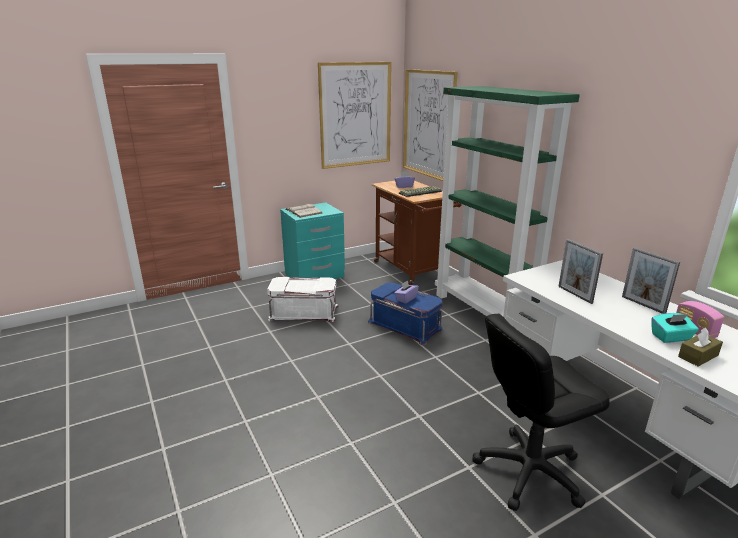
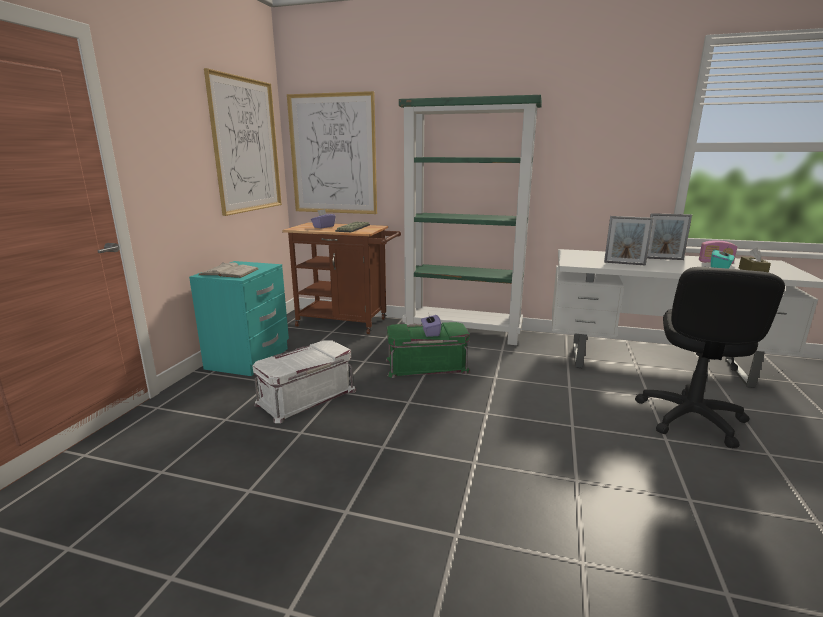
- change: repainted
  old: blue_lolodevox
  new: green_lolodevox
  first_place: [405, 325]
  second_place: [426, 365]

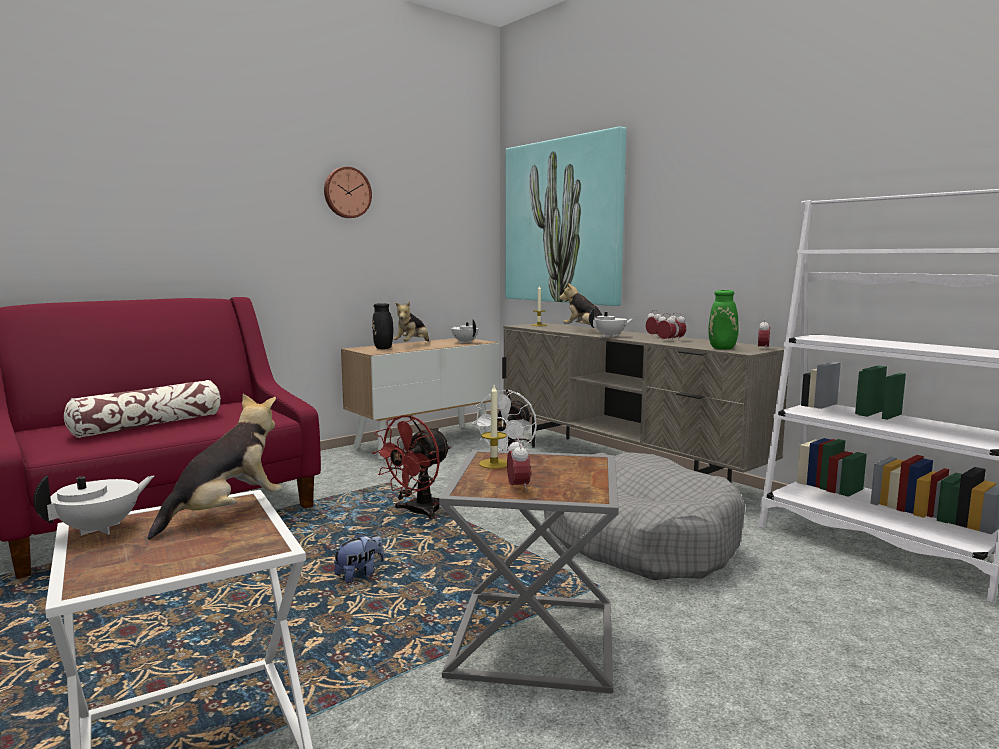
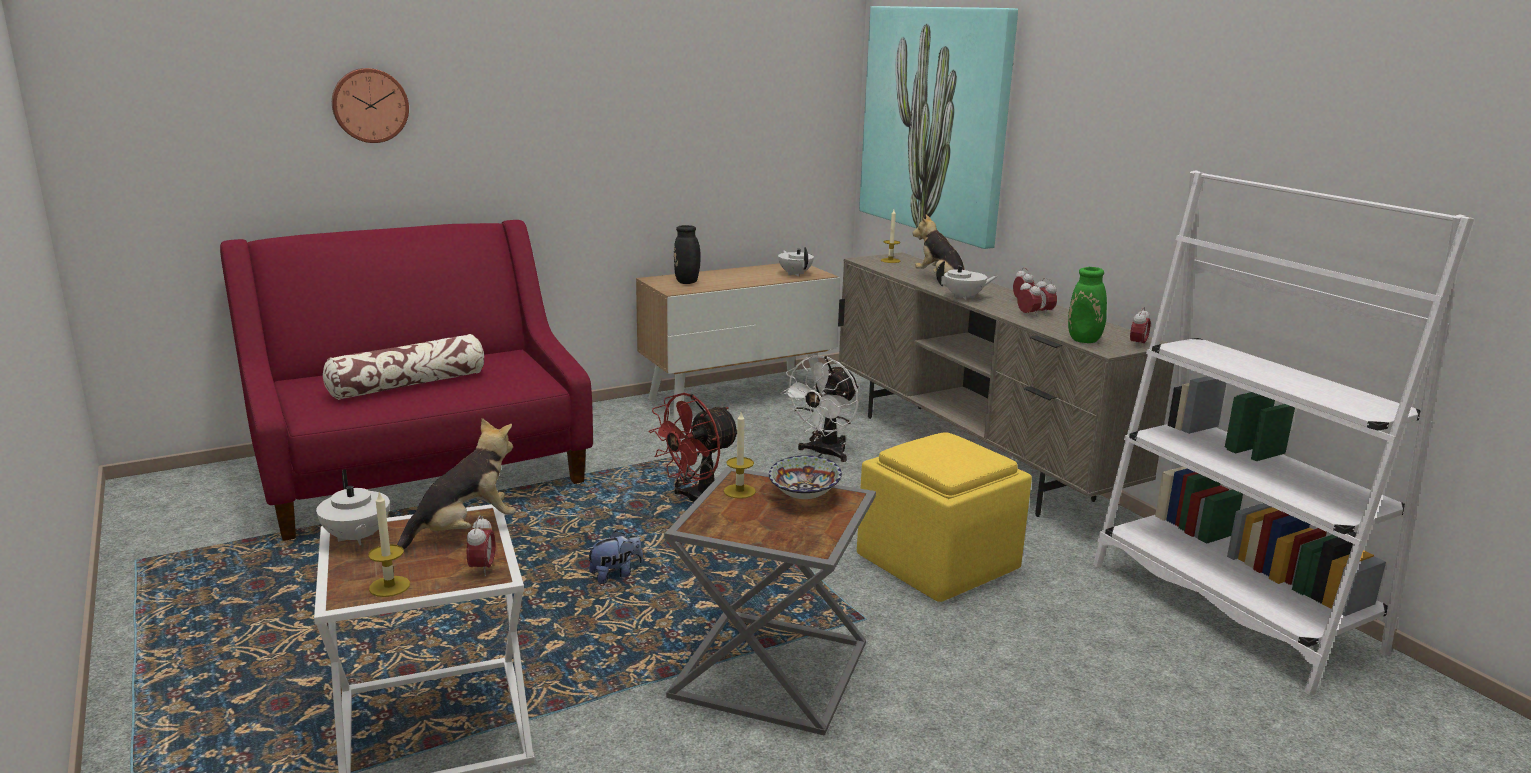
- change: rotated
  old: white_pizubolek
  first_place: [101, 529]
  second_place: [356, 538]
  degrees: 105
- change: shifted
  old: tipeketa
  first_place: [346, 192]
  second_place: [370, 105]
- change: new
  new: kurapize
  second_place: [389, 586]
- change: shifted
  old: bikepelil
  first_place: [518, 488]
  second_place: [482, 569]
- change: new
  new: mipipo
  second_place: [805, 495]
- change: swapped
  old: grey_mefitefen
  new: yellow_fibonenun
  first_place: [639, 538]
  second_place: [939, 565]
- change: gone
  old: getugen
  first_place: [412, 345]

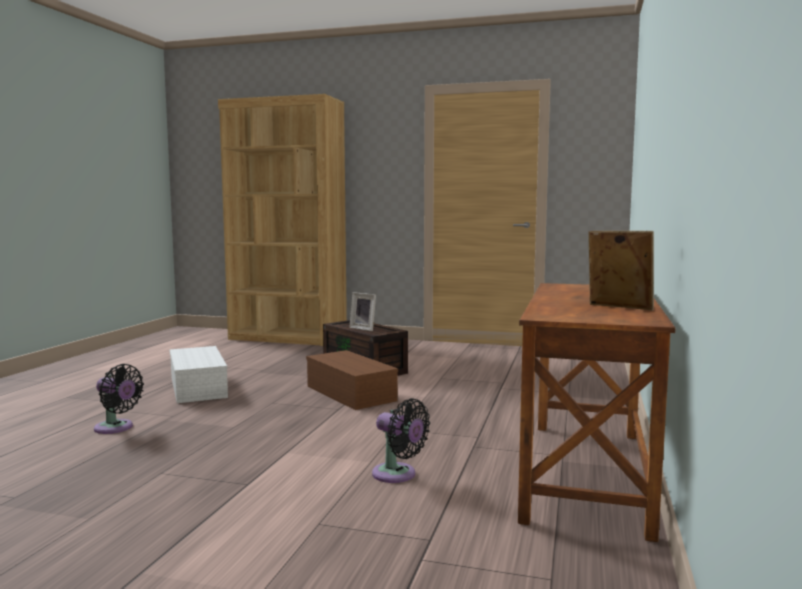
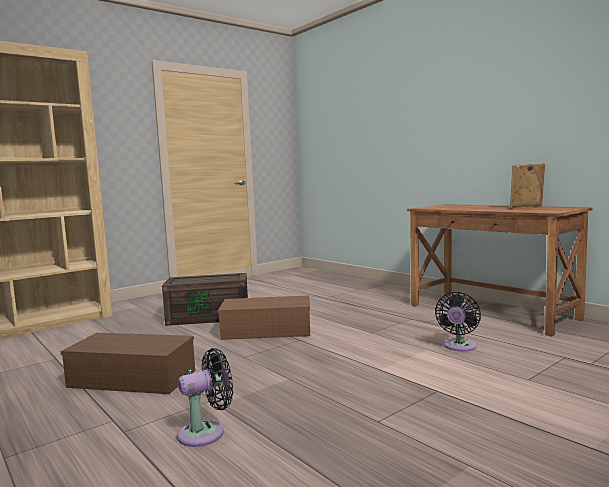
- change: repainted
  old: white_lolodevox
  new: brown_lolodevox
  first_place: [199, 388]
  second_place: [134, 378]
- change: rotated
  old: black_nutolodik
  first_place: [397, 475]
  second_place: [459, 347]
  degrees: 135
- change: gone
  old: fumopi
  first_place: [364, 328]

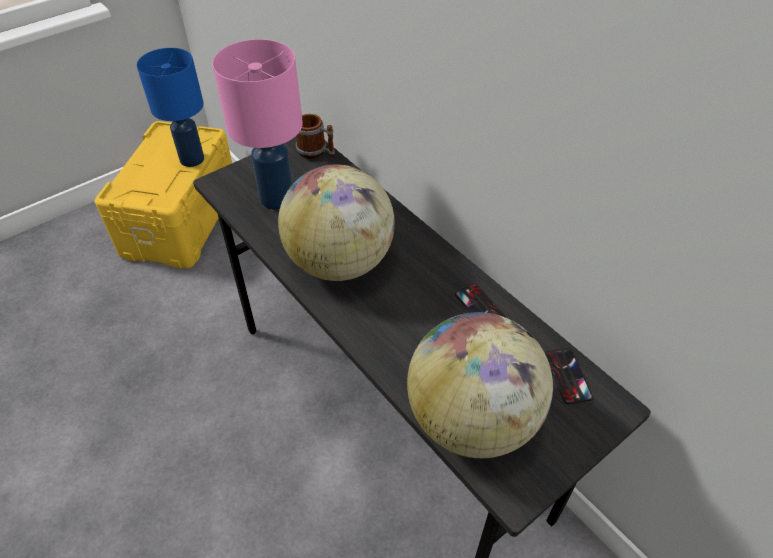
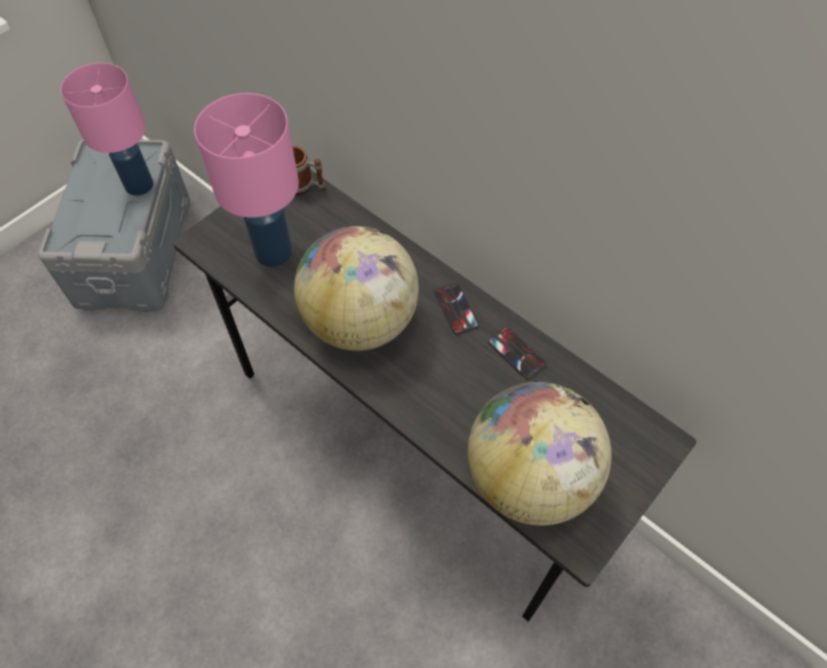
- change: repainted
  old: yellow_lolodevox
  new: grey_lolodevox
  first_place: [180, 220]
  second_place: [133, 251]
- change: repainted
  old: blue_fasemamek
  new: pink_fasemamek
  first_place: [192, 160]
  second_place: [140, 185]
- change: shifted
  old: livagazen
  first_place: [567, 376]
  second_place: [456, 309]

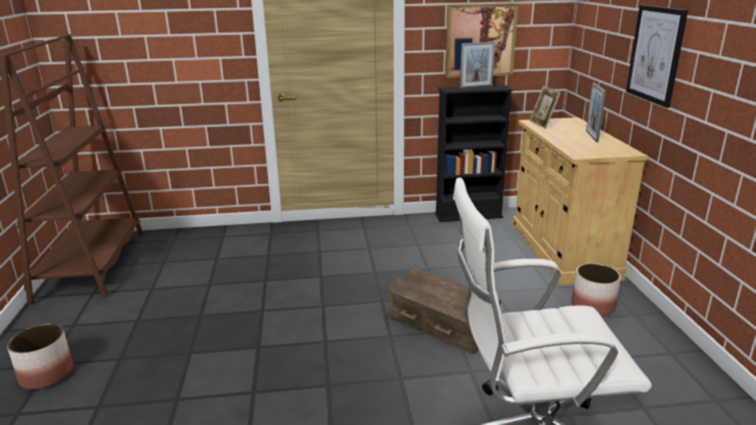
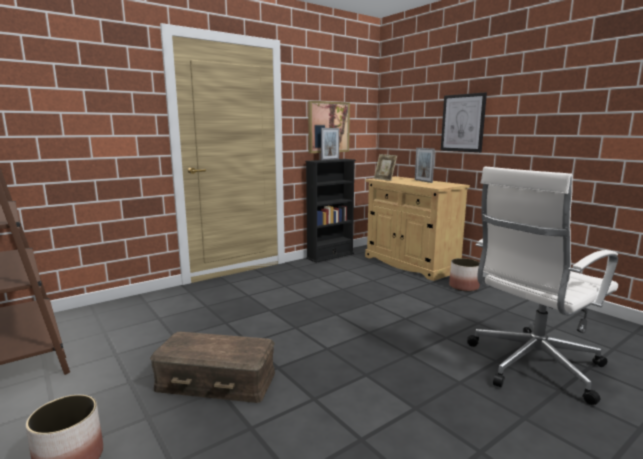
- change: shifted
  old: brown_lolodevox
  first_place: [440, 323]
  second_place: [215, 381]

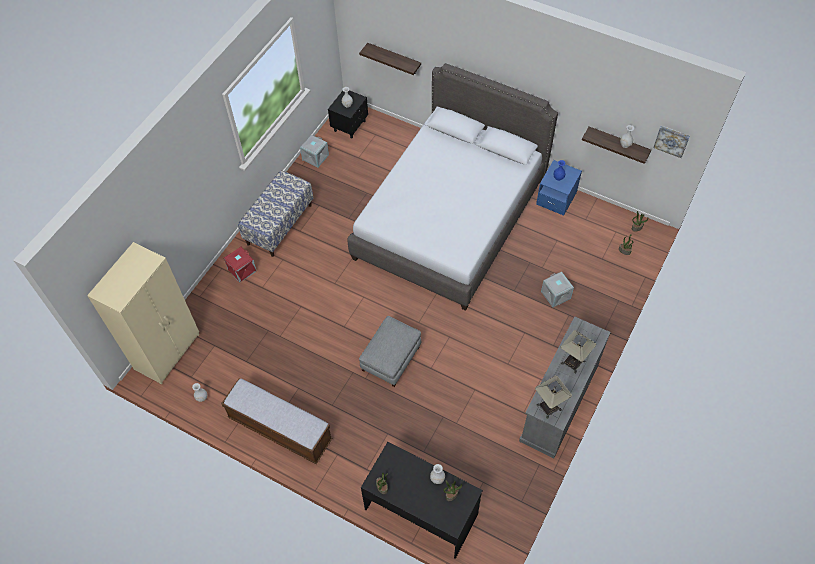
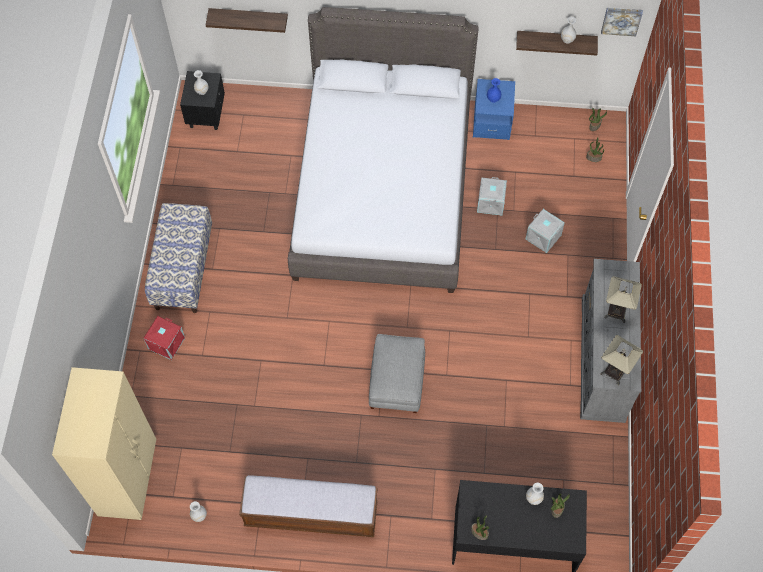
- change: shifted
  old: grey_lolodevox
  first_place: [315, 157]
  second_place: [490, 202]

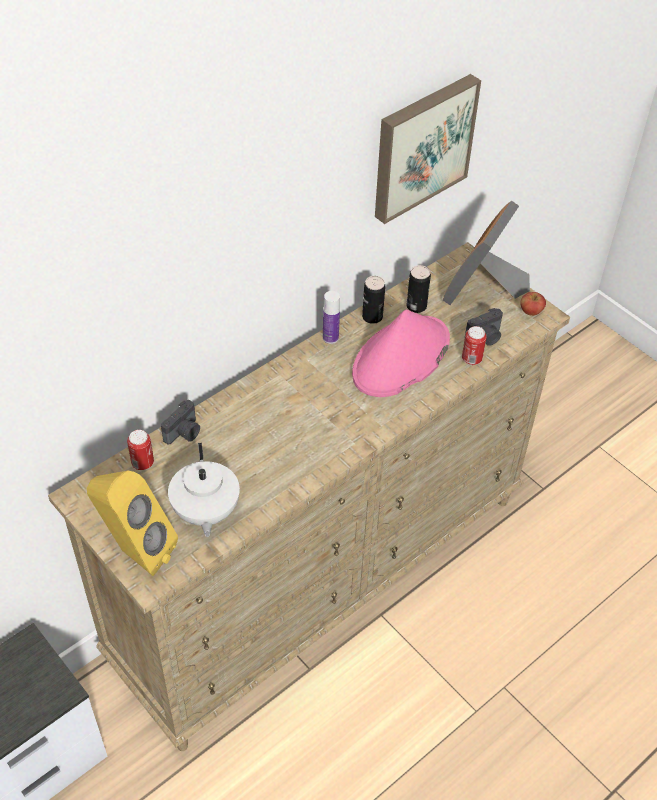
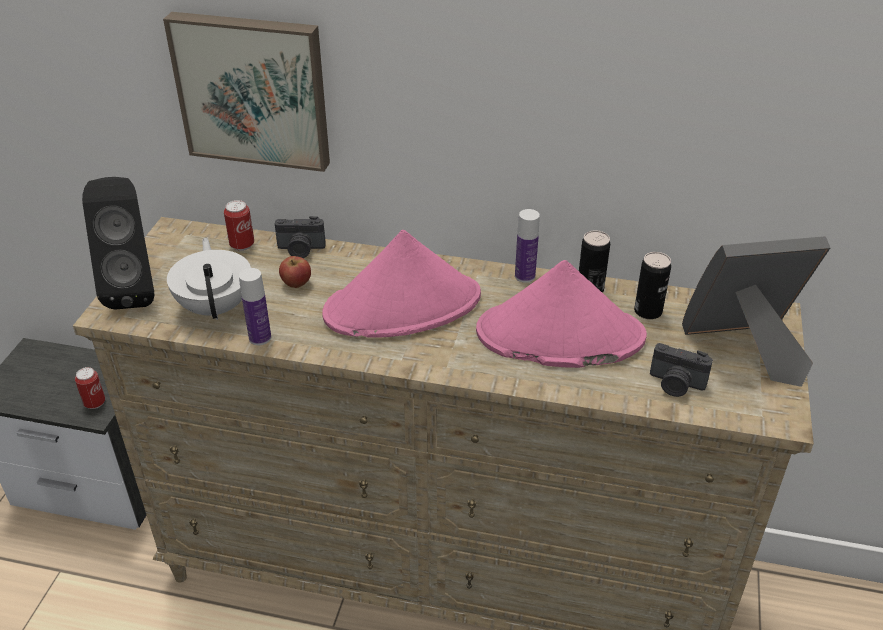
- change: shifted
  old: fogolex
  first_place: [471, 359]
  second_place: [94, 403]
- change: repainted
  old: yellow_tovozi
  new: black_tovozi
  first_place: [136, 551]
  second_place: [135, 290]
- change: shifted
  old: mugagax
  first_place: [421, 146]
  second_place: [253, 89]
- change: rotated
  old: white_pizubolek
  first_place: [205, 512]
  second_place: [216, 306]
  degrees: 120
- change: new
  new: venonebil
  second_place: [260, 338]
- change: shifted
  old: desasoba
  first_place: [531, 311]
  second_place: [296, 283]
- change: new
  new: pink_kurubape
  second_place: [403, 306]

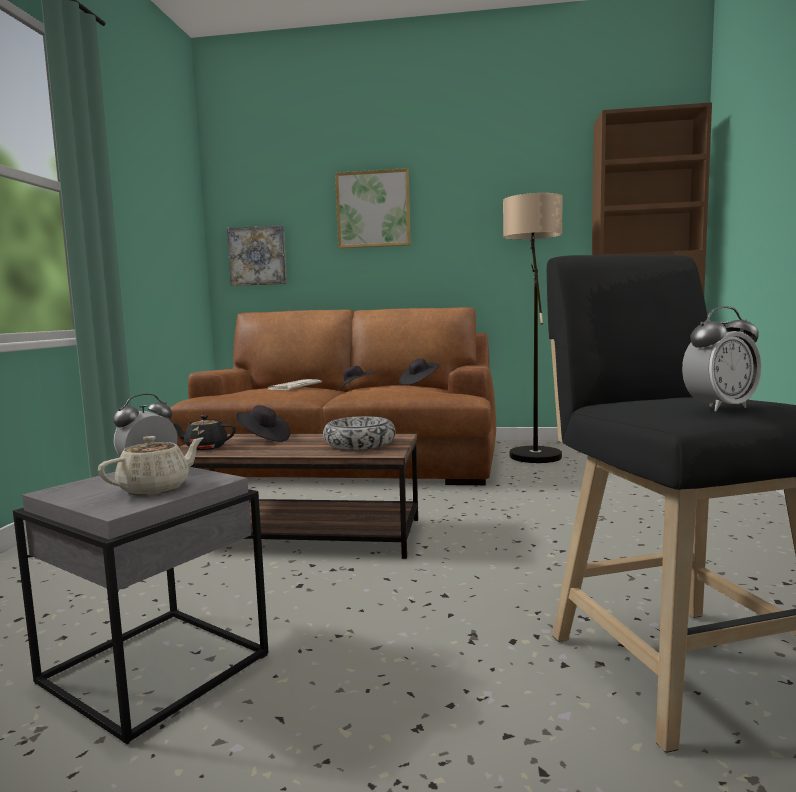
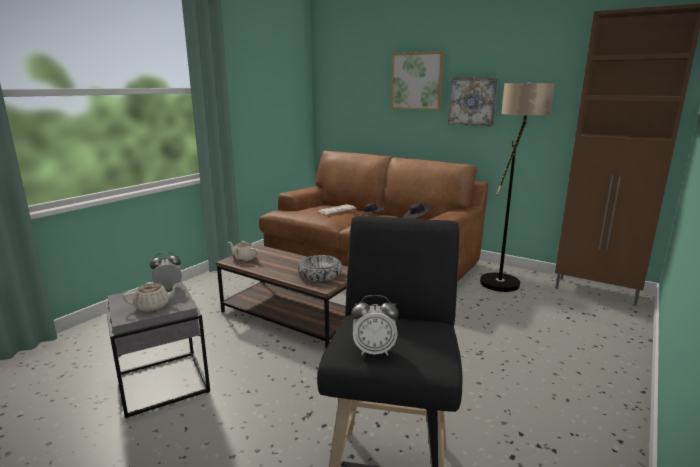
- change: repainted
  old: black_pizubolek
  new: beige_pizubolek
  first_place: [205, 447]
  second_place: [244, 258]
- change: shifted
  old: mugagax
  first_place: [257, 256]
  second_place: [472, 101]
- change: gone
  old: black_kurubape
  first_place: [263, 439]

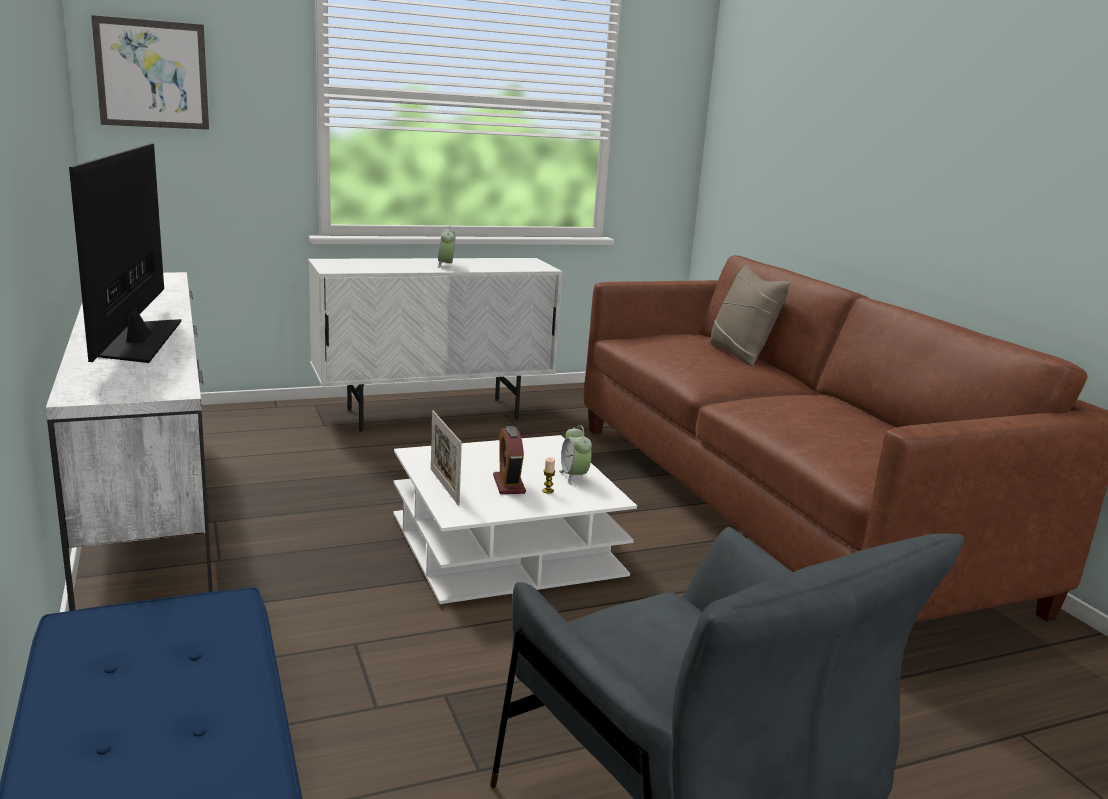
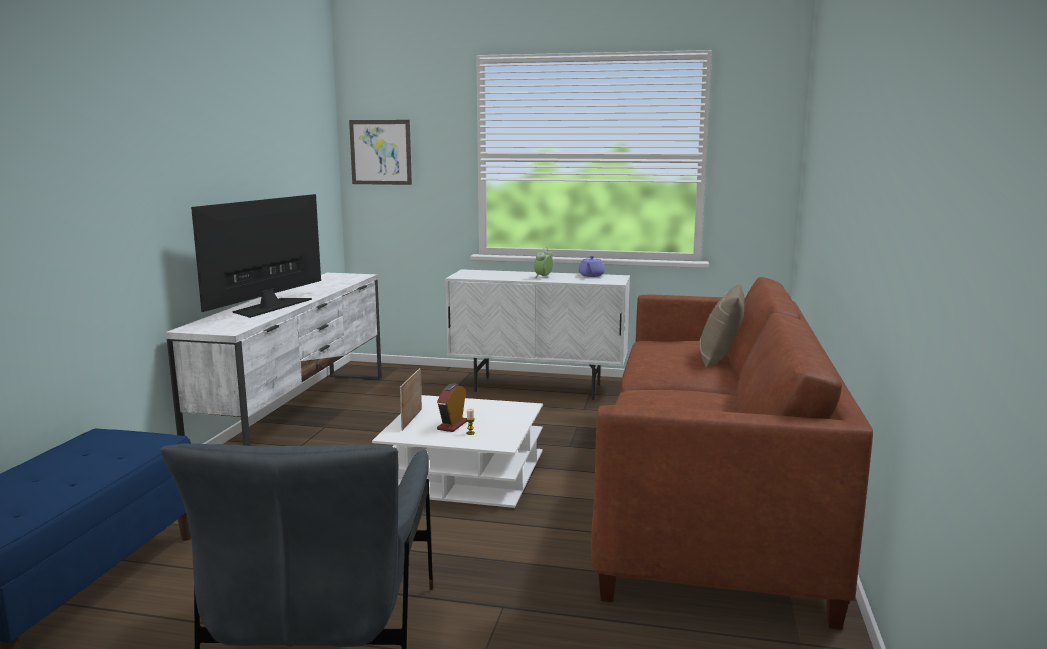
- change: new
  new: purple_pizubolek
  second_place: [591, 276]
- change: gone
  old: bikepelil
  first_place: [574, 477]

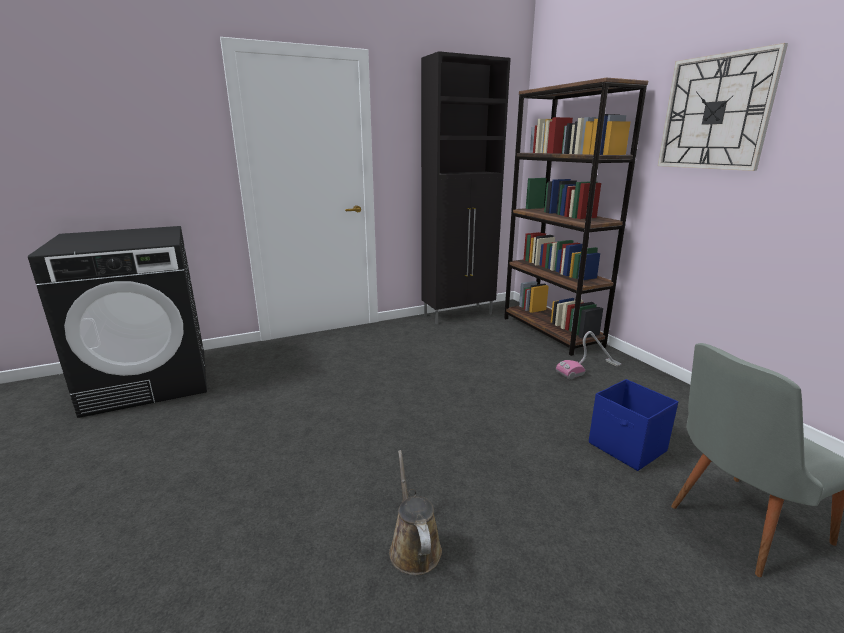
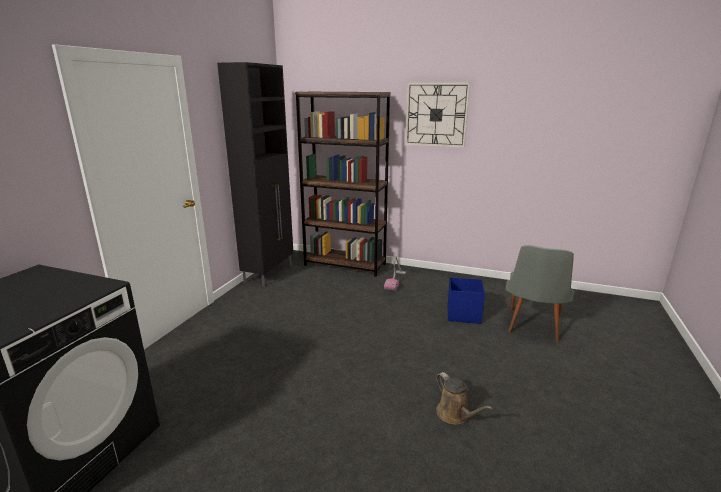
- change: rotated
  old: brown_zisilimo
  first_place: [413, 547]
  second_place: [455, 415]
  degrees: -150

